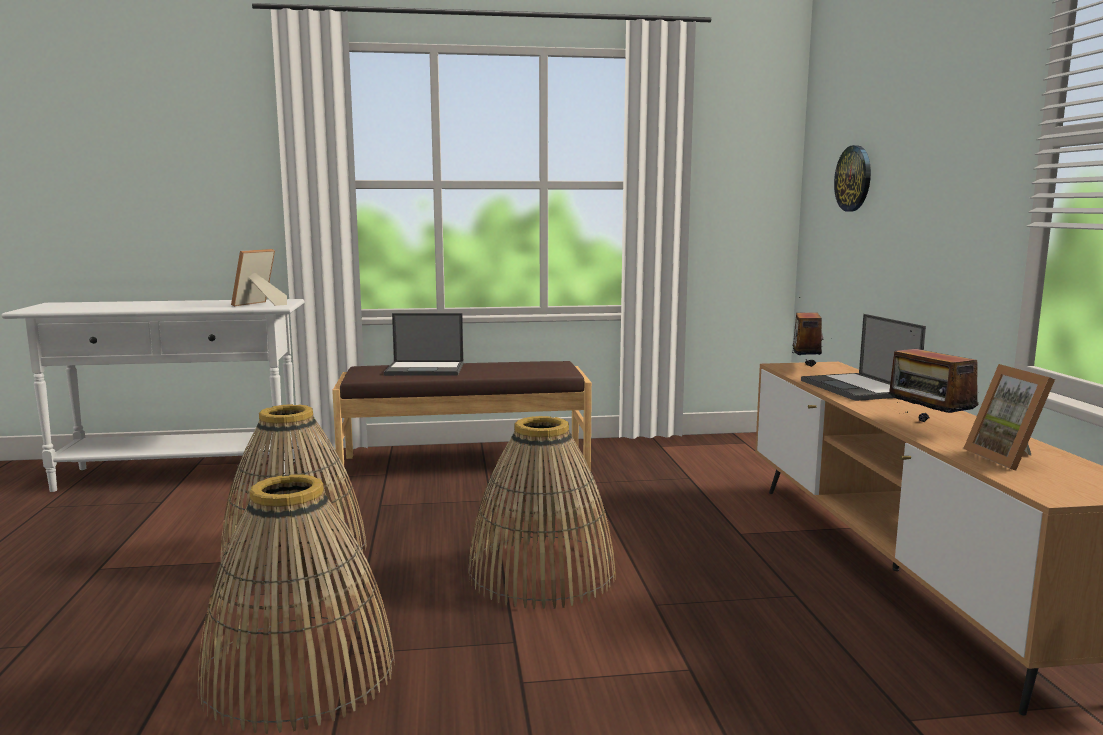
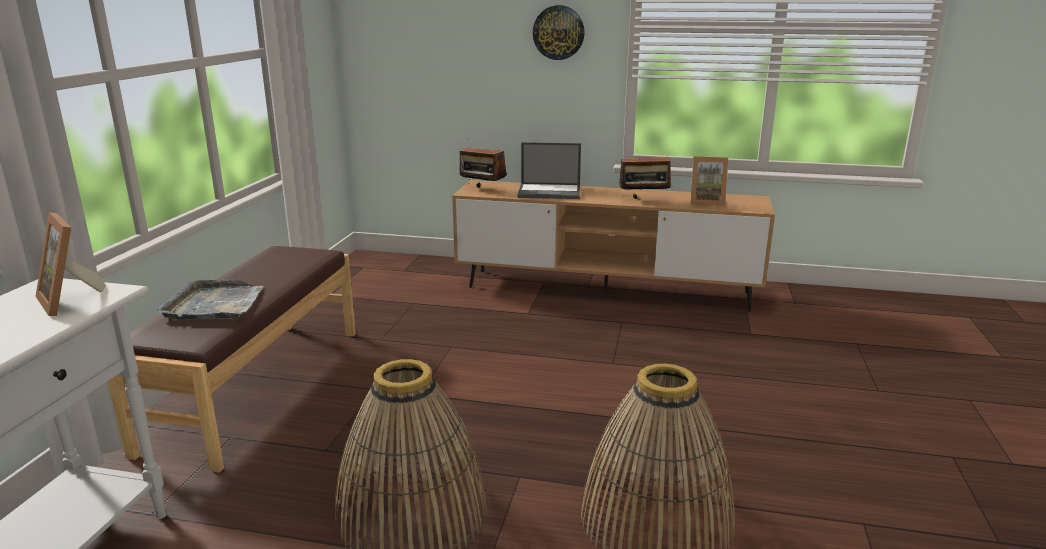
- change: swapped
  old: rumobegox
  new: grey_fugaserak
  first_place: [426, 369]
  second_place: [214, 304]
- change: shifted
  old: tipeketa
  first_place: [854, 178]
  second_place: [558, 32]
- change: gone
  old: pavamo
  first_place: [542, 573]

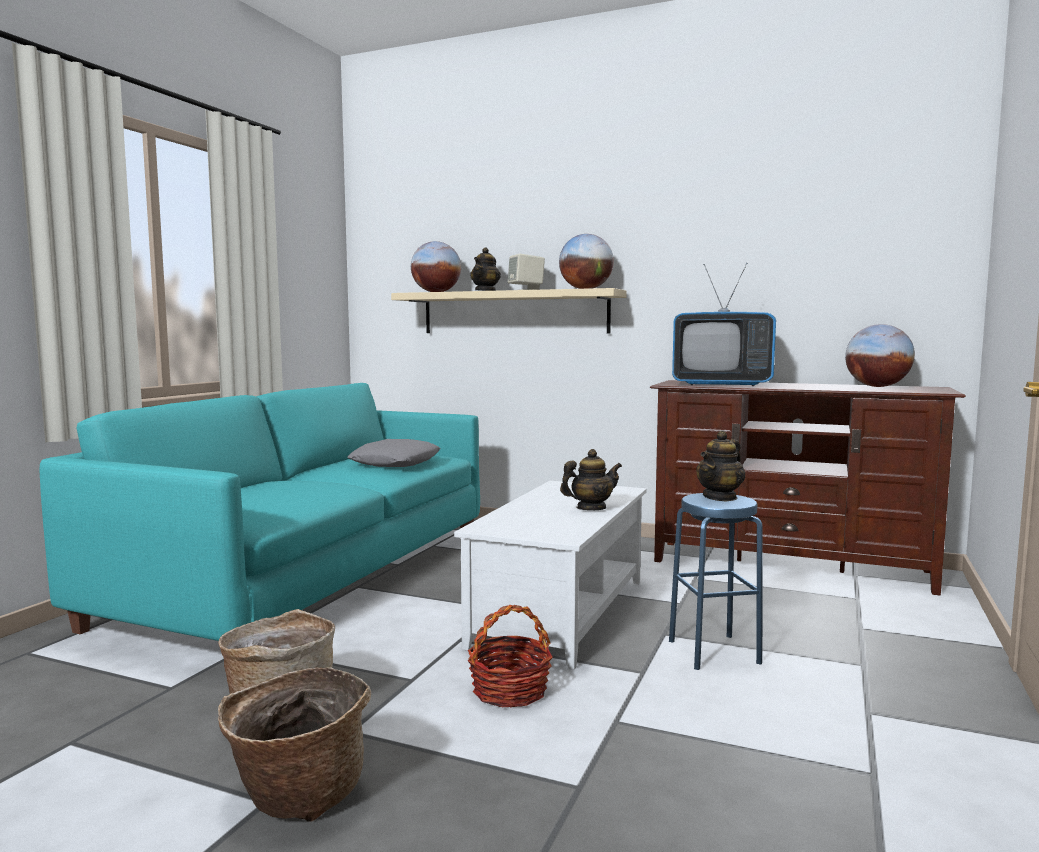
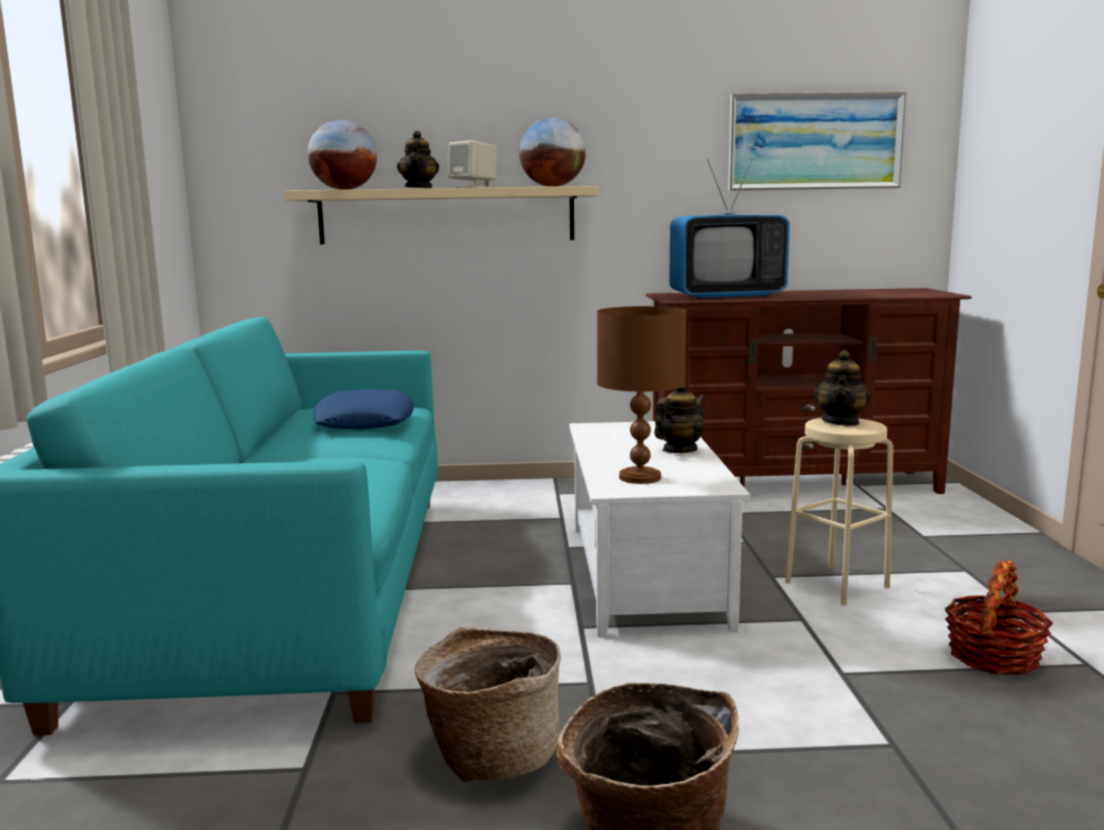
- change: repainted
  old: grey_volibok
  new: blue_volibok
  first_place: [395, 462]
  second_place: [364, 421]
- change: new
  new: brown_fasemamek
  second_place: [640, 477]
- change: new
  new: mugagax
  second_place: [815, 142]
- change: repainted
  old: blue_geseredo
  new: beige_geseredo
  first_place: [714, 651]
  second_place: [837, 584]
- change: shifted
  old: pavamo
  first_place: [509, 691]
  second_place: [994, 657]
- change: gone
  old: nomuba
  first_place: [877, 386]

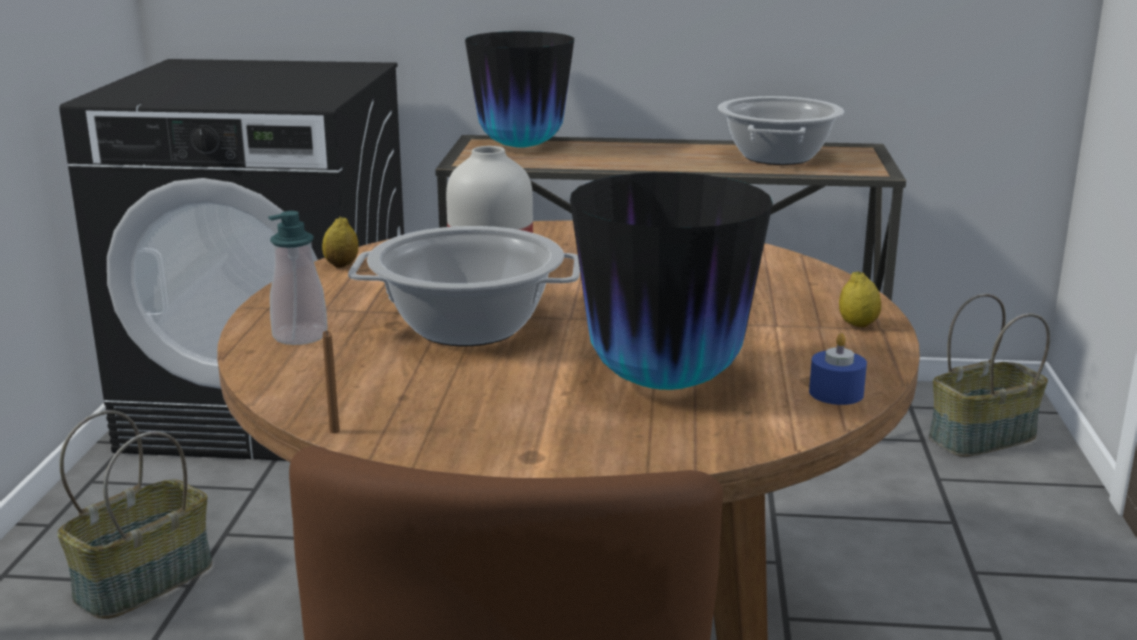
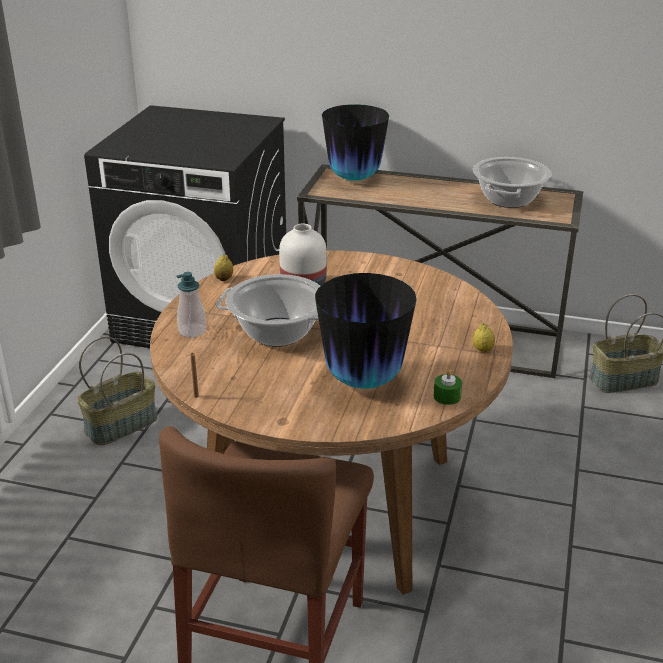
- change: repainted
  old: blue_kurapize
  new: green_kurapize
  first_place: [836, 393]
  second_place: [447, 396]

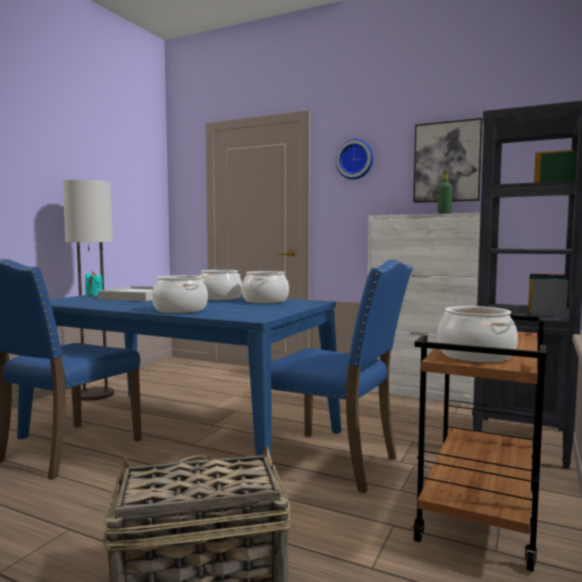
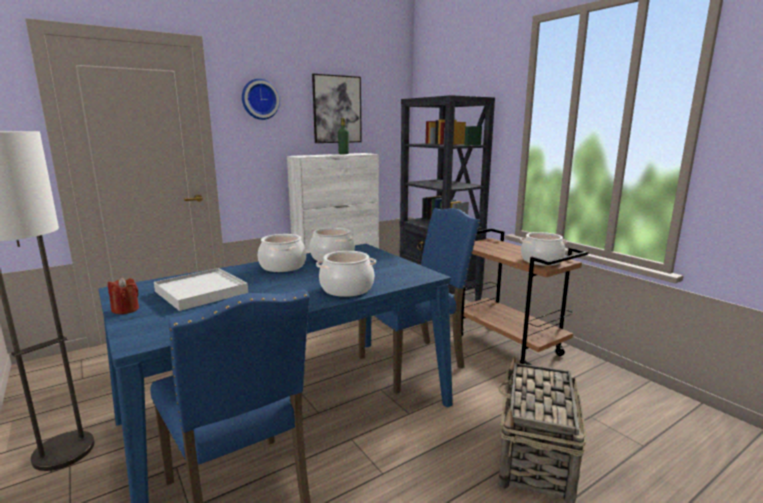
- change: repainted
  old: turquoise_kurapize
  new: red_kurapize
  first_place: [94, 295]
  second_place: [126, 309]

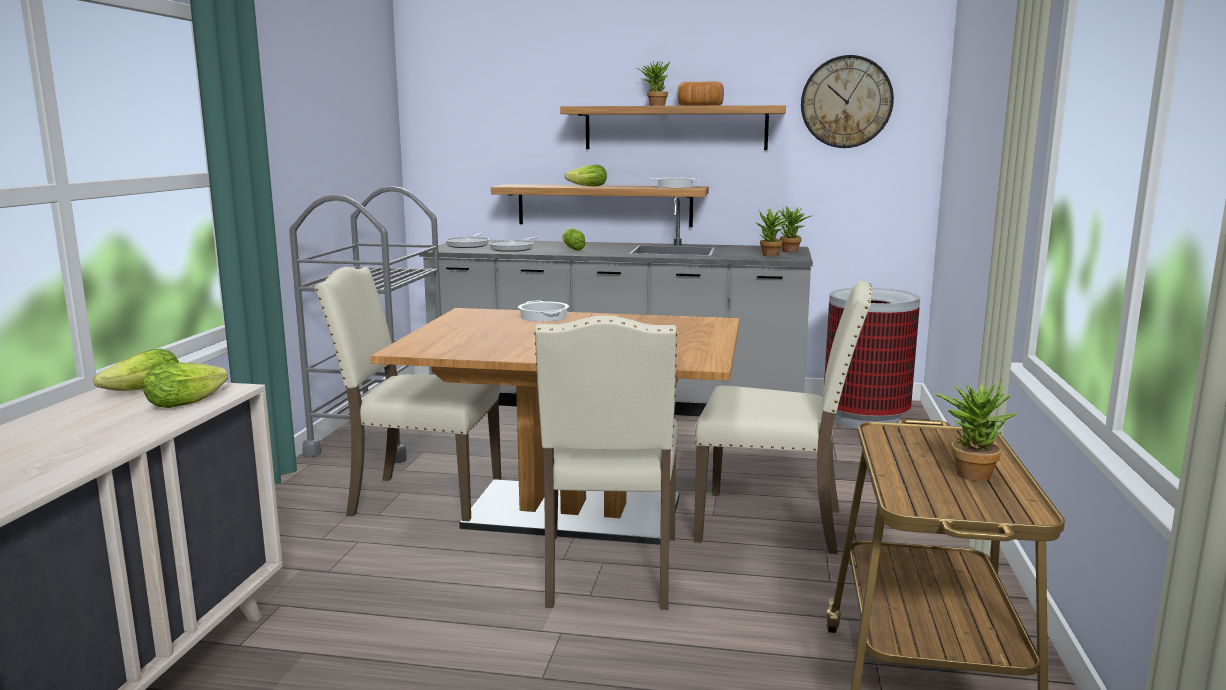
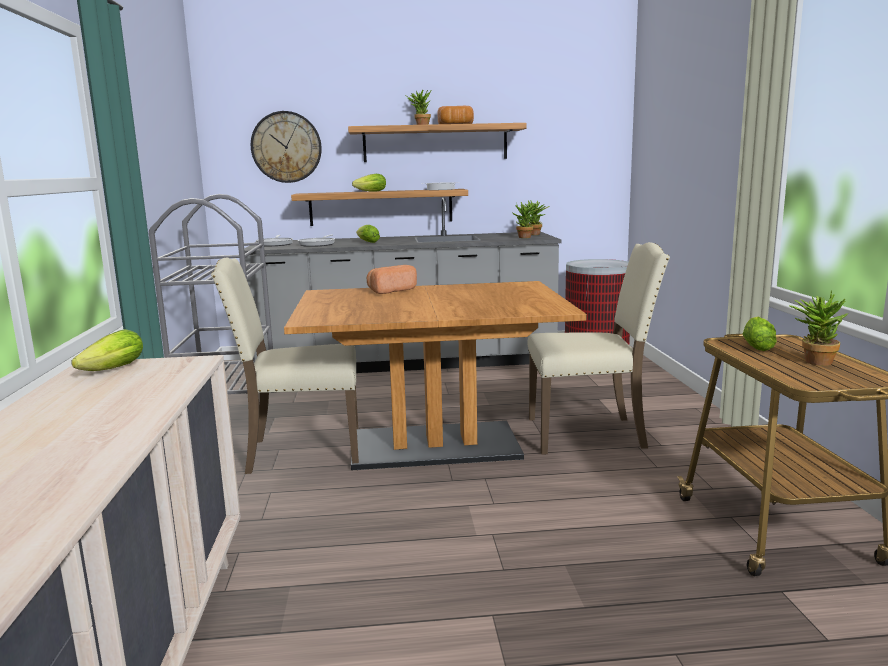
- change: shifted
  old: tipeketa
  first_place: [846, 102]
  second_place: [286, 147]
- change: swapped
  old: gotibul
  new: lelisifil
  first_place: [544, 317]
  second_place: [390, 290]
- change: shifted
  old: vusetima
  first_place: [190, 401]
  second_place: [757, 346]
- change: gone
  old: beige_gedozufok
  first_place: [609, 572]

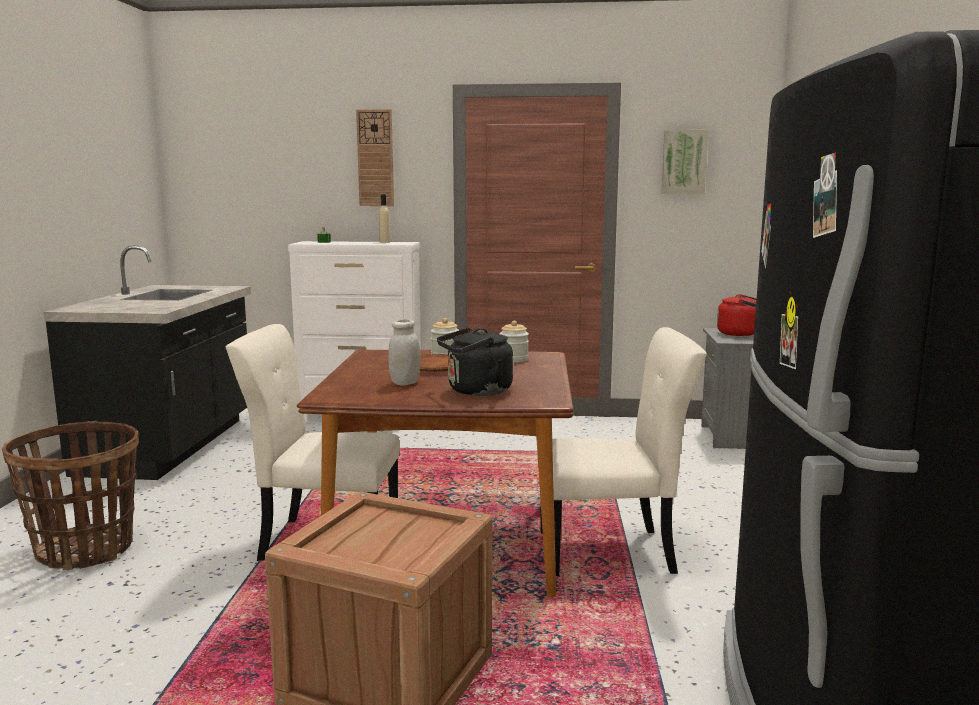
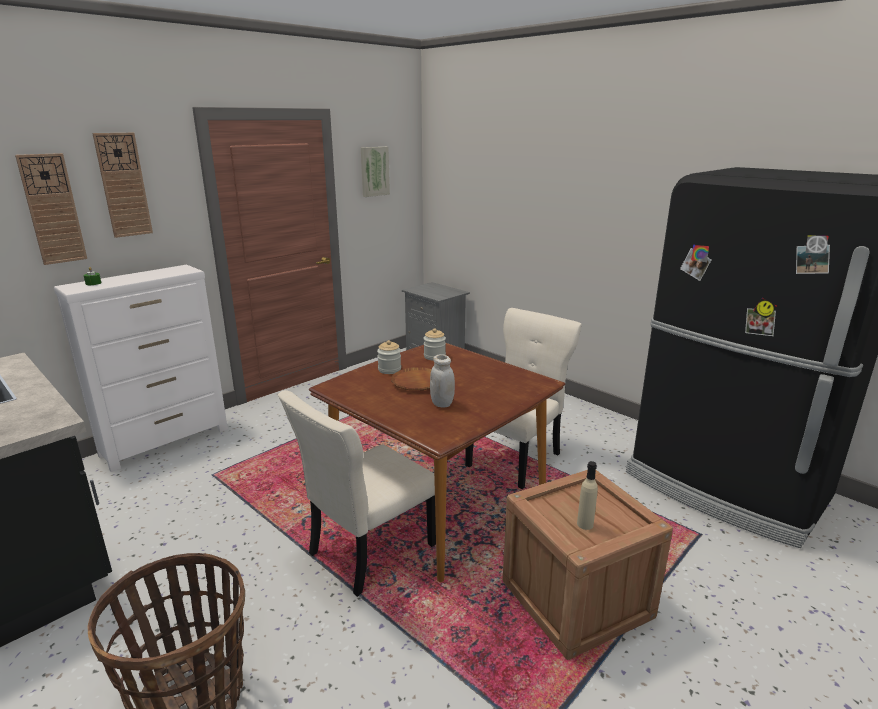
- change: new
  new: tipeketa
  second_place: [52, 209]
- change: shifted
  old: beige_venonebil
  first_place: [384, 242]
  second_place: [585, 524]
- change: gone
  old: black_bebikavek
  first_place: [476, 391]
- change: gone
  old: red_bebikavek
  first_place: [740, 334]

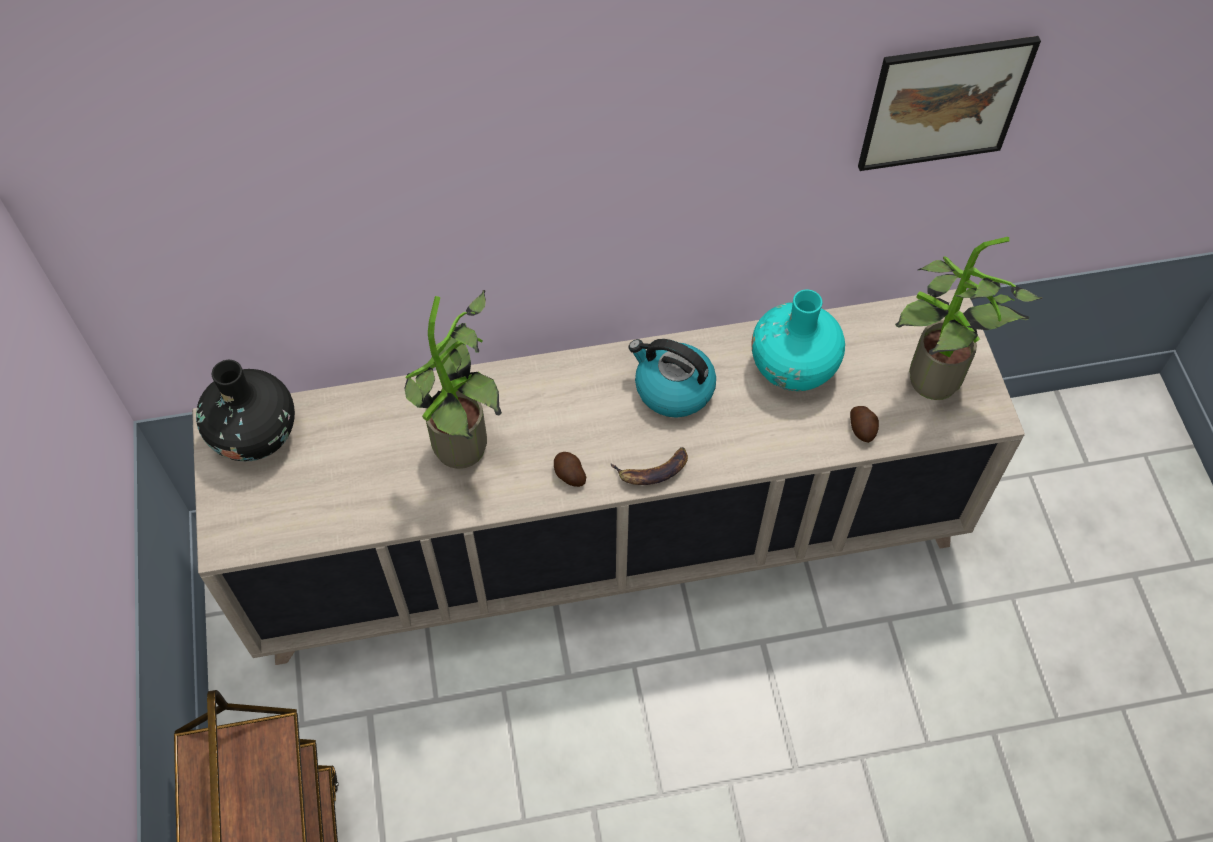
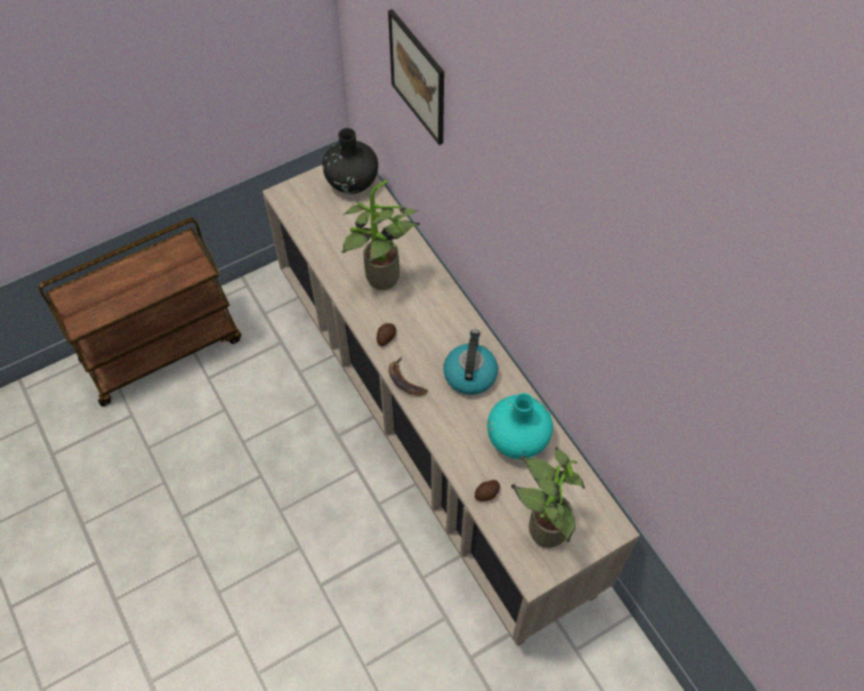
- change: shifted
  old: mugagax
  first_place: [944, 103]
  second_place: [418, 77]

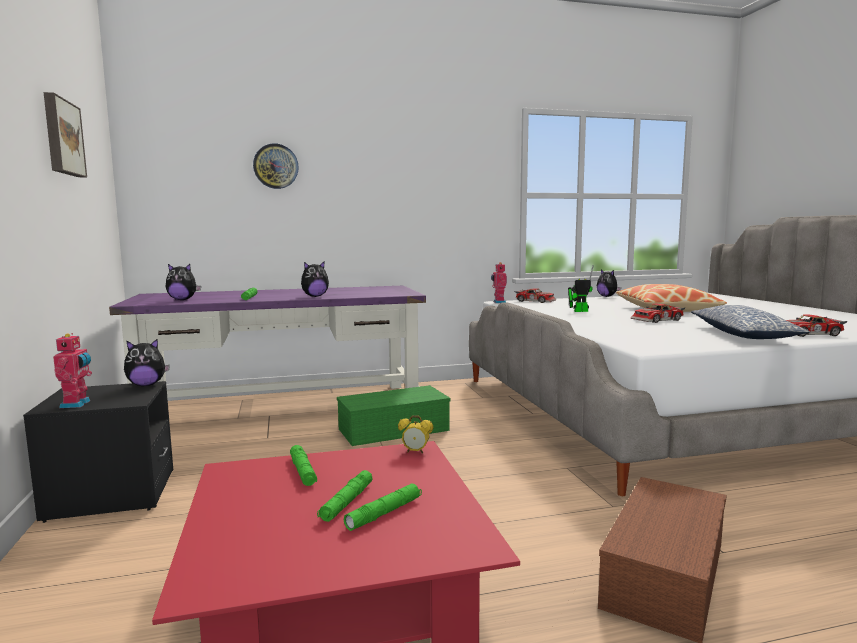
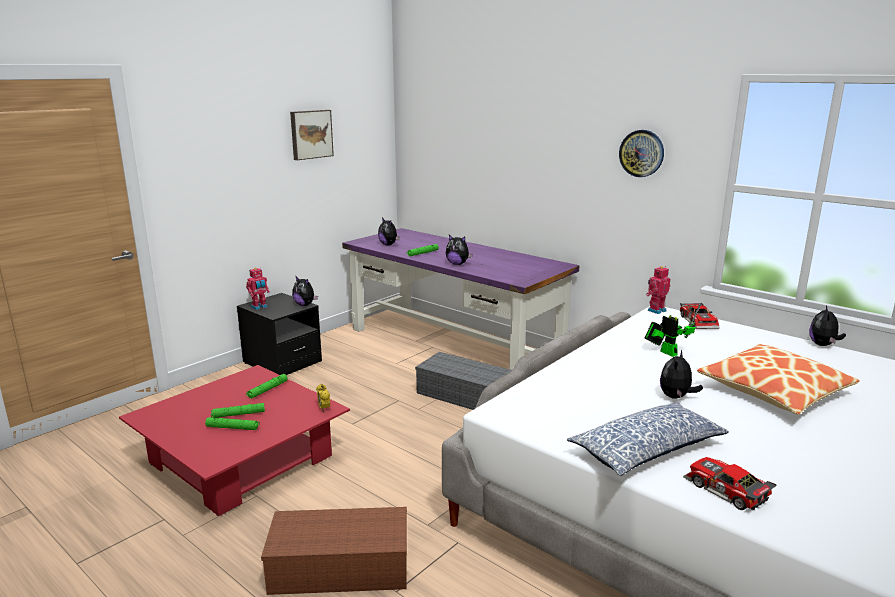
- change: repainted
  old: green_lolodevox
  new: grey_lolodevox
  first_place: [394, 429]
  second_place: [466, 395]
- change: shifted
  old: tipeketa
  first_place: [276, 166]
  second_place: [641, 153]
- change: swapped
  old: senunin
  new: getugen
  first_place: [658, 320]
  second_place: [676, 397]

